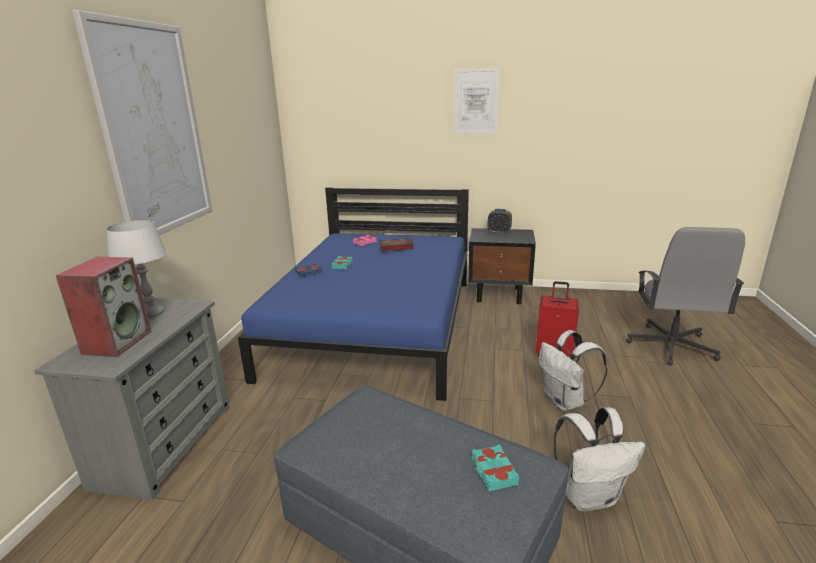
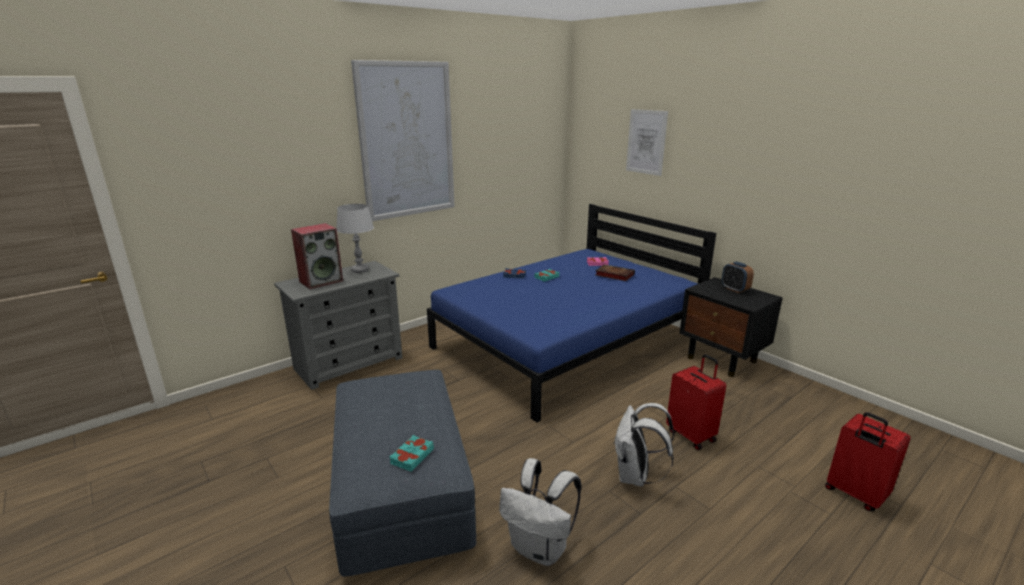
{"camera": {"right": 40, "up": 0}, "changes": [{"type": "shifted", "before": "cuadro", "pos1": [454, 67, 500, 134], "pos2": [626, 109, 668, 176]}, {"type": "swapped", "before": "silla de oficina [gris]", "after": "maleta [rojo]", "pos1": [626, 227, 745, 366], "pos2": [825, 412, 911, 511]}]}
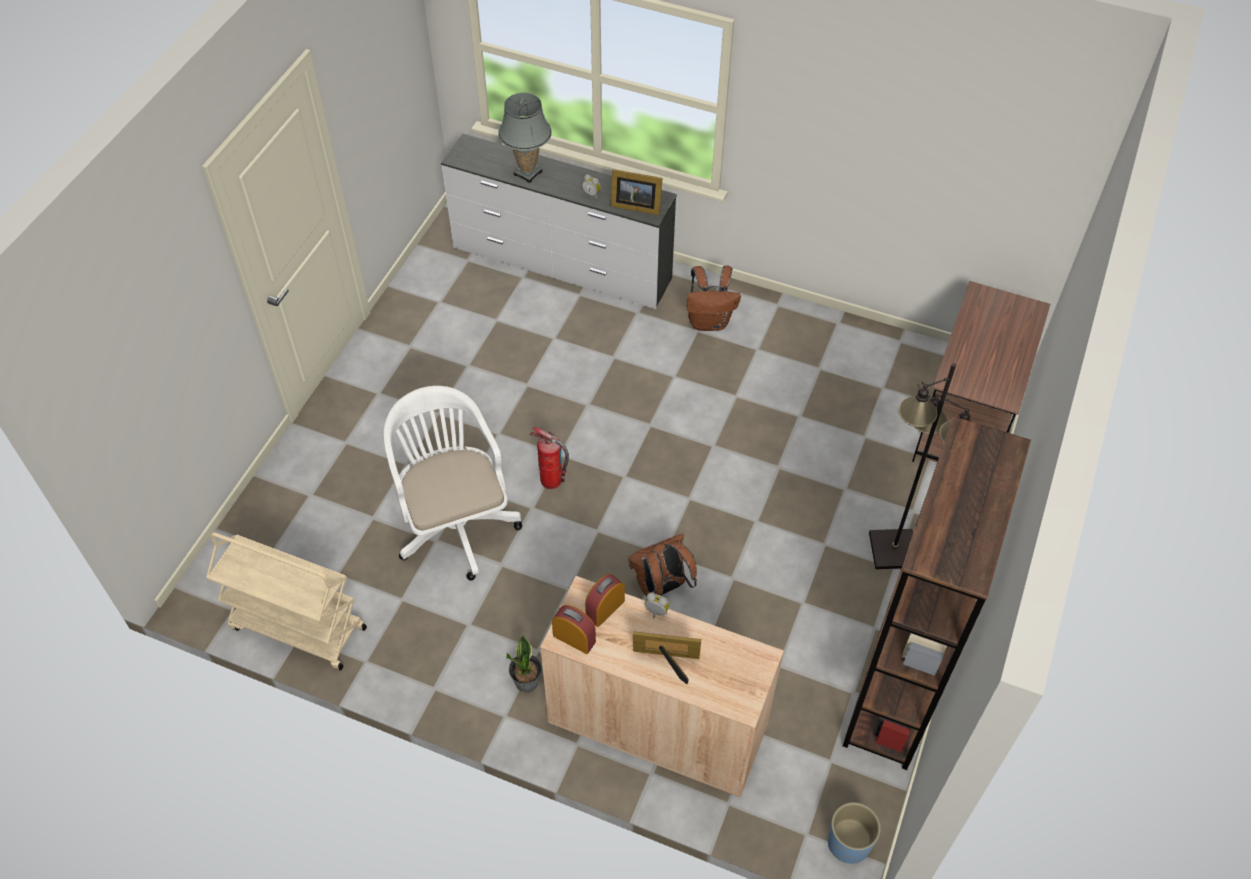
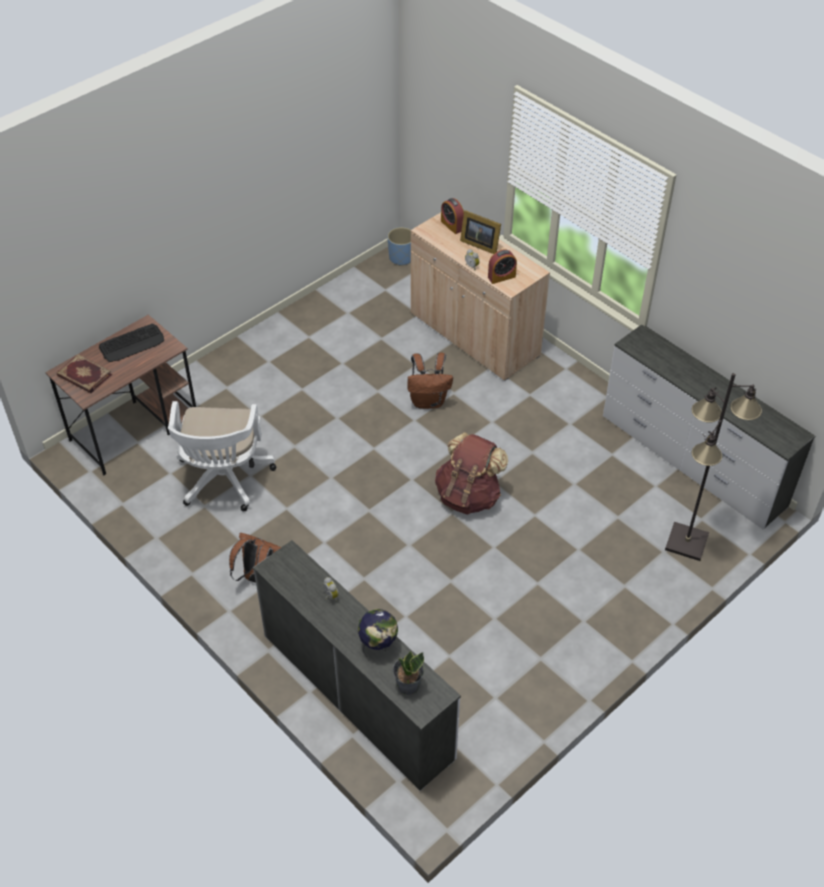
{"camera": {"right": -155, "up": -5}, "changes": [{"type": "swapped", "before": "carrito [beis]", "after": "cómoda [blanco]", "pos1": [206, 532, 367, 670], "pos2": [603, 324, 815, 529]}, {"type": "shifted", "before": "silla de oficina [blanco]", "pos1": [384, 386, 522, 581], "pos2": [168, 401, 276, 511]}, {"type": "swapped", "before": "lámpara de mesa [gris]", "after": "globo terráqueo", "pos1": [498, 93, 552, 183], "pos2": [358, 609, 398, 657]}, {"type": "shifted", "before": "planta en maceta", "pos1": [506, 635, 542, 692], "pos2": [393, 651, 424, 695]}, {"type": "swapped", "before": "extintor", "after": "mochila [marrón]", "pos1": [530, 427, 569, 489], "pos2": [435, 432, 508, 514]}, {"type": "shifted", "before": "despertador", "pos1": [552, 605, 596, 654], "pos2": [441, 198, 464, 234]}, {"type": "gone", "before": "portarretratos", "pos1": [611, 169, 662, 215]}, {"type": "gone", "before": "estantería [marrón]", "pos1": [843, 416, 1031, 770]}, {"type": "shifted", "before": "lámpara de pie [negro]", "pos1": [869, 363, 972, 569], "pos2": [665, 373, 762, 561]}, {"type": "new", "after": "libro", "pos2": [57, 354, 112, 393]}, {"type": "new", "after": "teclado", "pos2": [99, 324, 164, 362]}]}
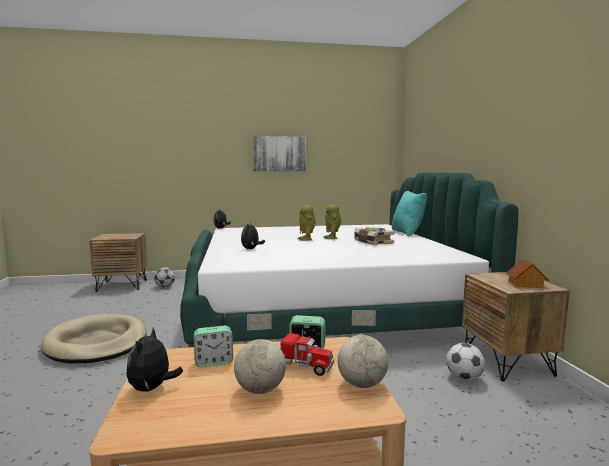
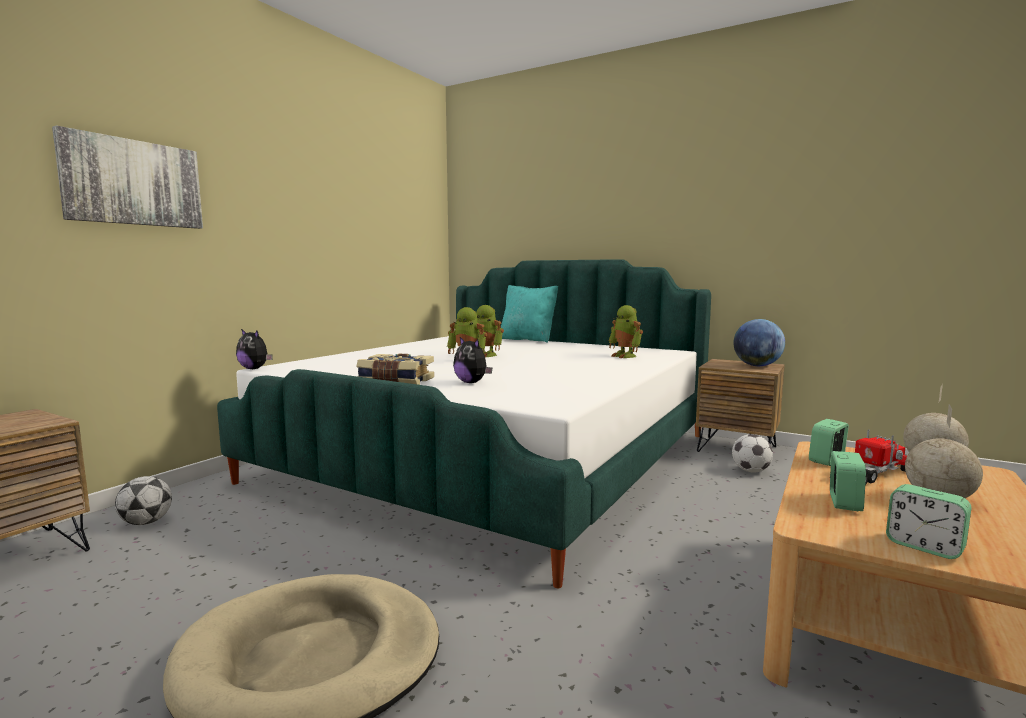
{"camera": {"right": -50, "up": 0}, "changes": [{"type": "swapped", "before": "peluche", "after": "despertador", "pos1": [126, 328, 183, 392], "pos2": [886, 484, 971, 559]}, {"type": "shifted", "before": "cuadro", "pos1": [253, 136, 306, 171], "pos2": [52, 126, 203, 229]}, {"type": "shifted", "before": "libro", "pos1": [354, 227, 395, 245], "pos2": [356, 354, 434, 385]}, {"type": "swapped", "before": "casita", "after": "globo terráqueo", "pos1": [506, 258, 549, 288], "pos2": [733, 319, 785, 366]}, {"type": "new", "after": "robot de juguete", "pos2": [609, 305, 643, 358]}]}
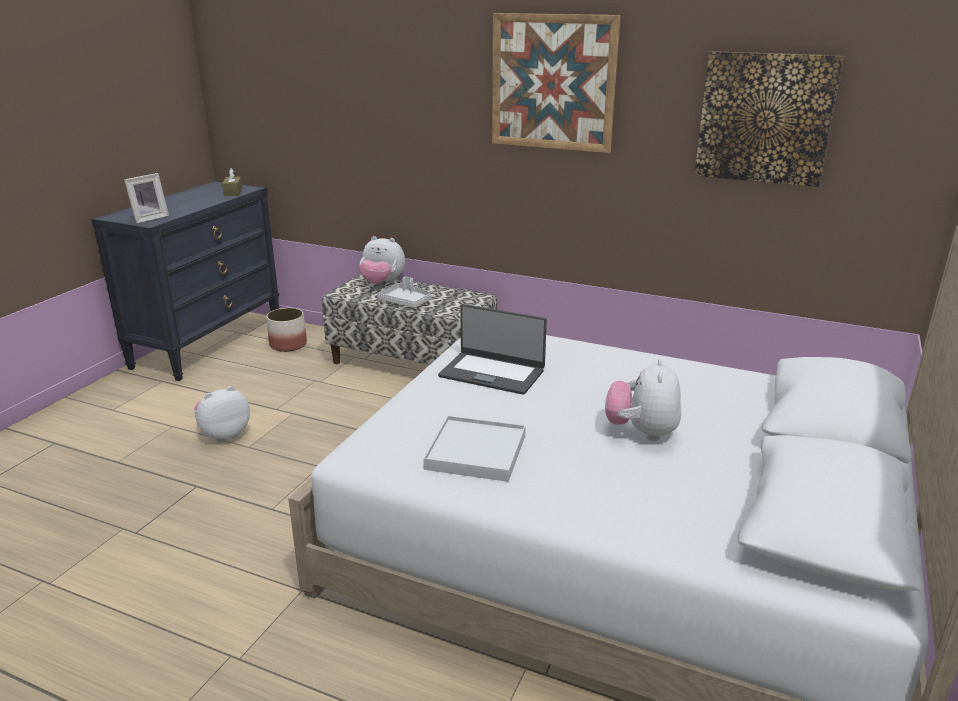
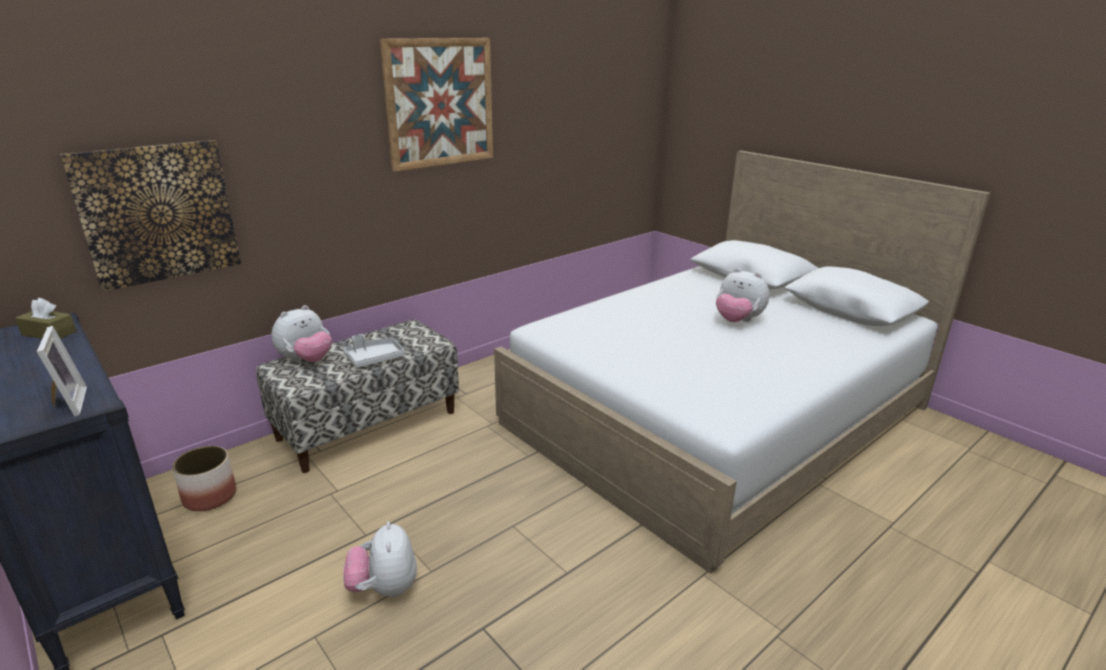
{"camera": {"right": -65, "up": 0}, "changes": [{"type": "gone", "before": "bandeja [blanco]", "pos1": [423, 416, 526, 482]}, {"type": "gone", "before": "portátil", "pos1": [438, 304, 547, 395]}, {"type": "shifted", "before": "cuadro", "pos1": [694, 51, 844, 187], "pos2": [60, 140, 241, 292]}]}
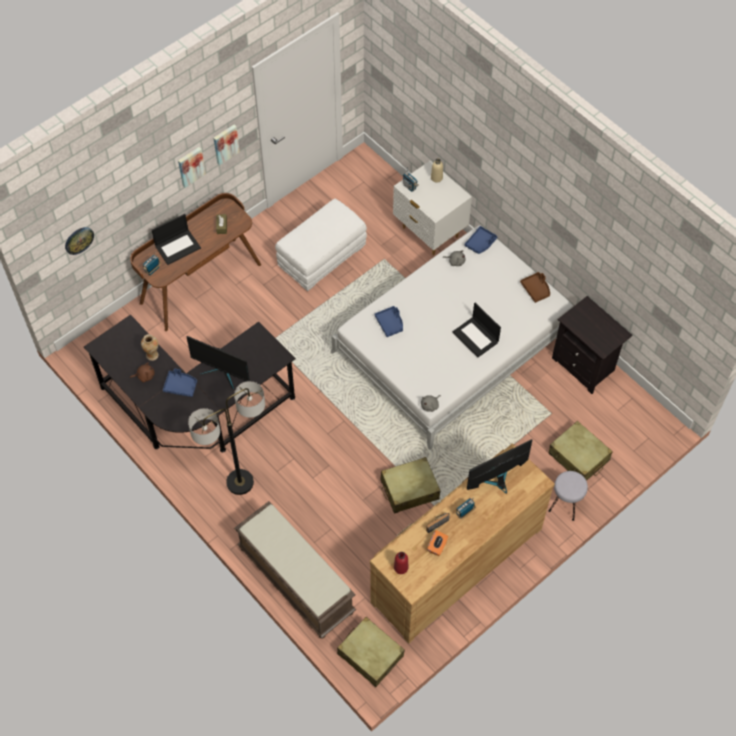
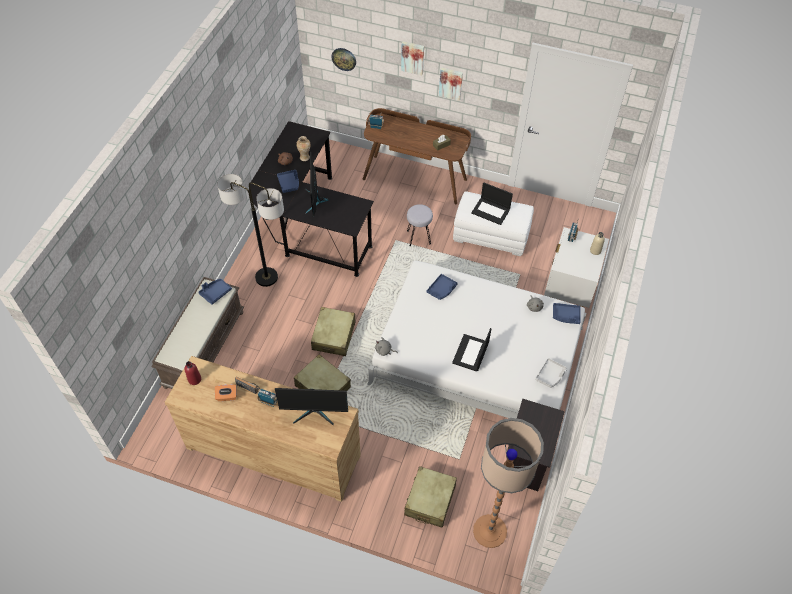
{"camera": {"right": 60, "up": -5}, "changes": [{"type": "shifted", "before": "portátil", "pos1": [152, 214, 201, 265], "pos2": [471, 182, 513, 225]}, {"type": "shifted", "before": "cuadro", "pos1": [214, 125, 240, 165], "pos2": [401, 41, 424, 76]}, {"type": "shifted", "before": "maleta [beis]", "pos1": [337, 617, 405, 687], "pos2": [311, 307, 356, 356]}, {"type": "rotated", "before": "monitor", "pos1": [467, 439, 532, 494], "pos2": [275, 388, 348, 425], "turn": 150}, {"type": "repainted", "before": "bandeja [marrón]", "after": "bandeja [gris]", "pos1": [520, 272, 550, 303], "pos2": [535, 358, 567, 388]}, {"type": "shifted", "before": "taburete [gris]", "pos1": [548, 471, 588, 521], "pos2": [407, 204, 433, 246]}, {"type": "new", "after": "bandeja [azul]", "pos2": [198, 279, 232, 305]}, {"type": "new", "after": "lámpara de pie", "pos2": [473, 418, 544, 548]}]}
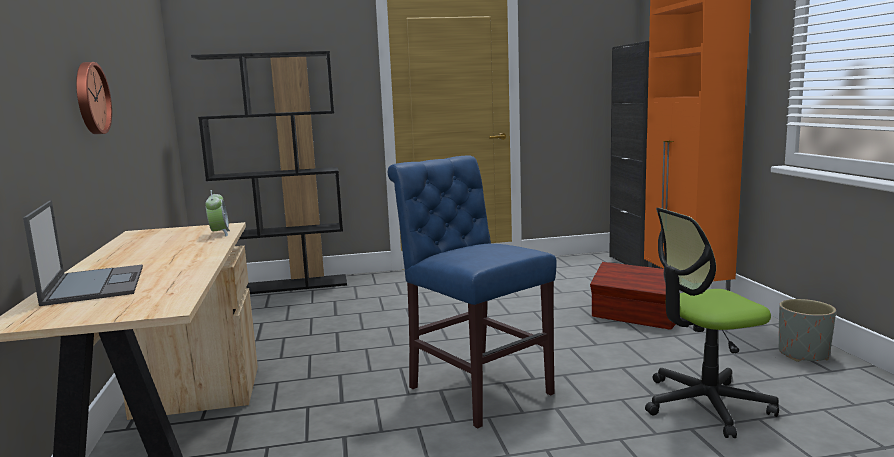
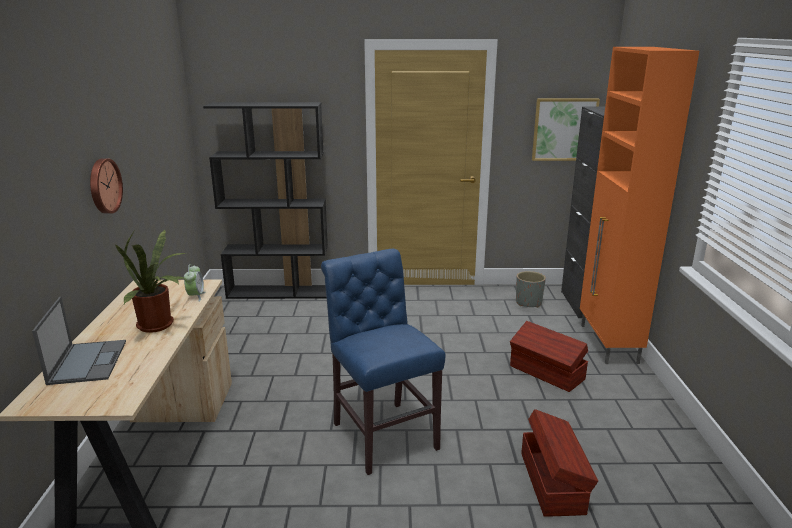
{"camera": {"right": 10, "up": 10}, "changes": [{"type": "swapped", "before": "silla de oficina", "after": "caja de almacenaje [marrón]", "pos1": [645, 208, 779, 438], "pos2": [521, 409, 598, 517]}, {"type": "shifted", "before": "maceta [gris]", "pos1": [779, 299, 836, 362], "pos2": [516, 271, 546, 308]}, {"type": "new", "after": "planta en maceta", "pos2": [115, 229, 186, 333]}, {"type": "new", "after": "cuadro", "pos2": [532, 99, 600, 161]}]}
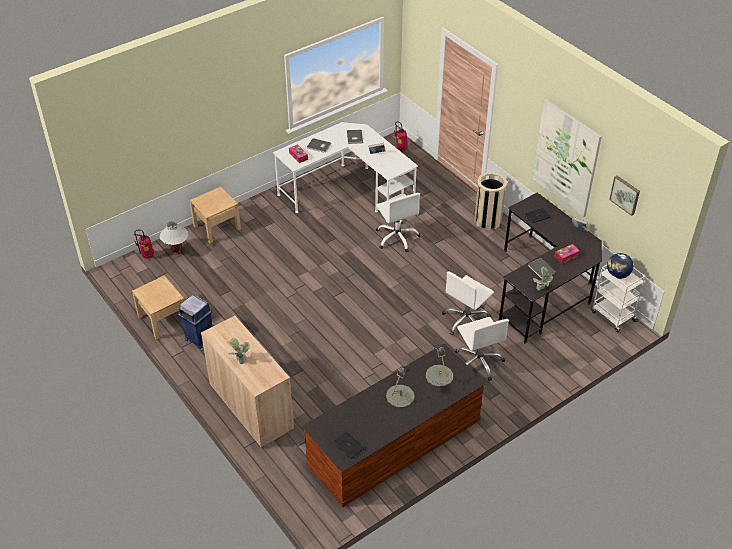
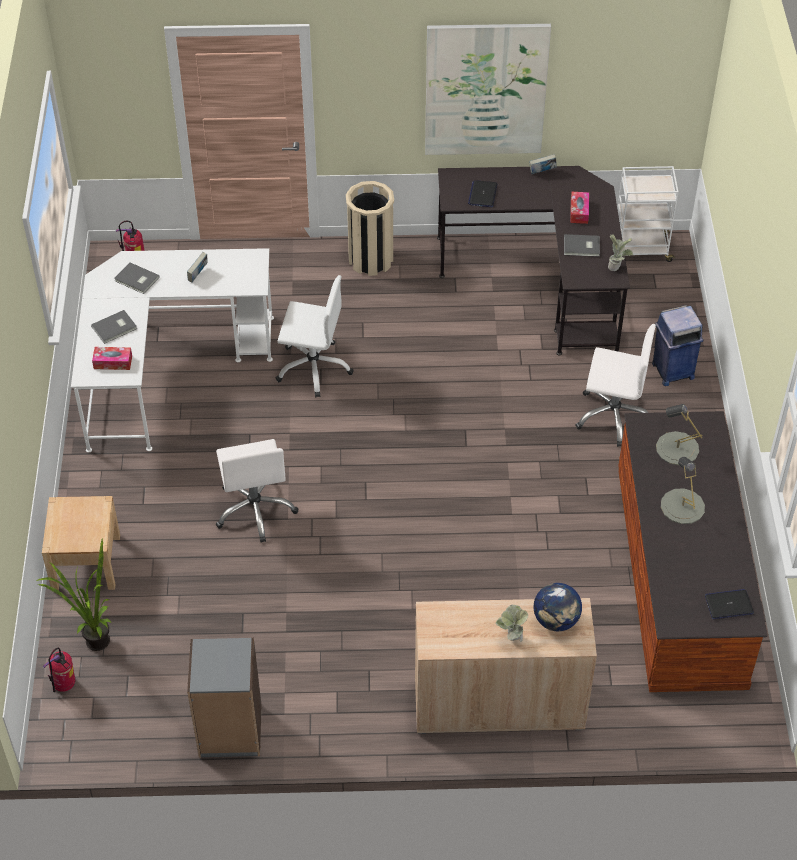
{"camera": {"right": -55, "up": 5}, "changes": [{"type": "swapped", "before": "mesita de noche [beis]", "after": "estantería [gris]", "pos1": [132, 275, 184, 340], "pos2": [187, 638, 262, 758]}, {"type": "swapped", "before": "lámpara de mesa [blanco]", "after": "planta en maceta", "pos1": [159, 221, 189, 254], "pos2": [36, 537, 111, 651]}, {"type": "shifted", "before": "papelera [azul]", "pos1": [178, 295, 212, 349], "pos2": [652, 305, 704, 386]}, {"type": "shifted", "before": "silla de oficina [blanco]", "pos1": [442, 271, 494, 335], "pos2": [216, 439, 299, 543]}, {"type": "shifted", "before": "globo terráqueo", "pos1": [607, 253, 633, 279], "pos2": [534, 583, 582, 631]}, {"type": "gone", "before": "cuadro", "pos1": [609, 176, 640, 216]}]}
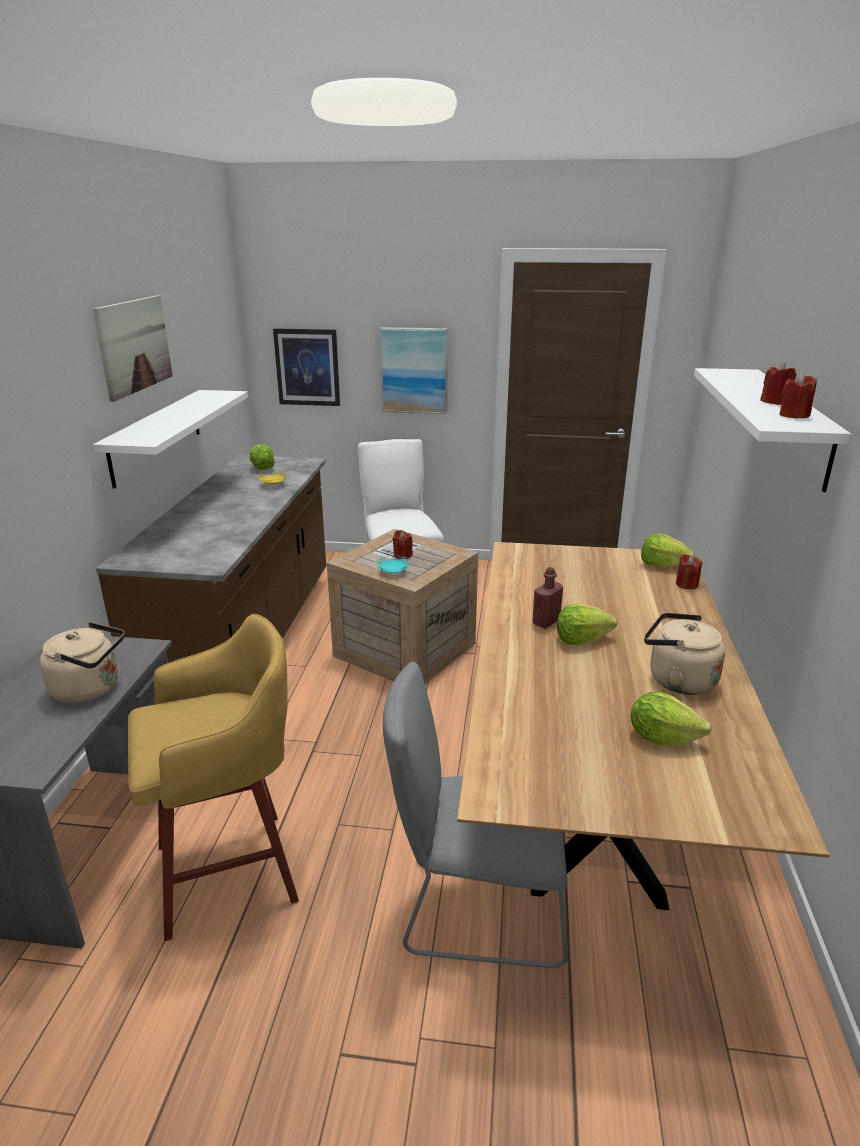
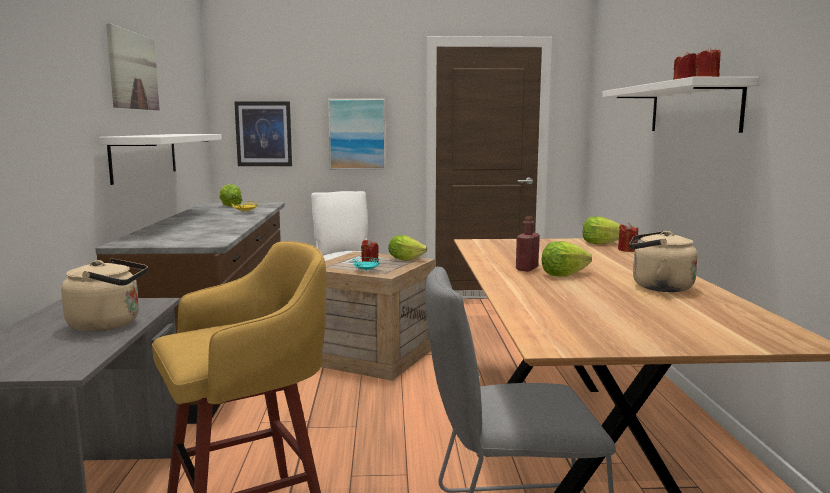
{"camera": {"right": -10, "up": -15}, "changes": [{"type": "shifted", "before": "lechuga", "pos1": [631, 692, 712, 746], "pos2": [389, 235, 427, 261]}]}
